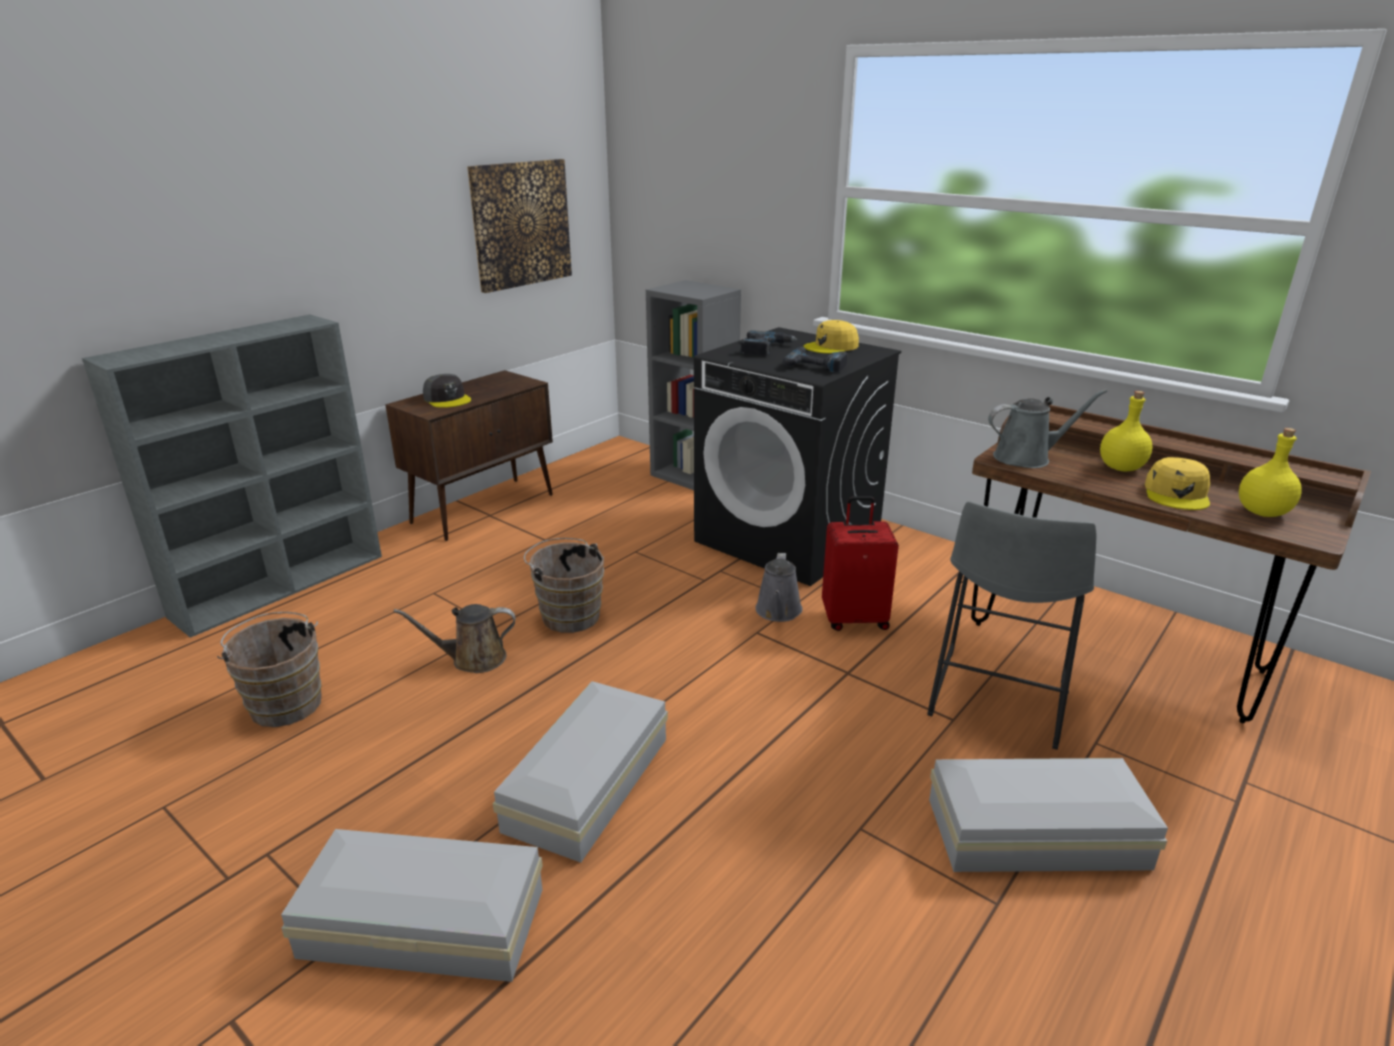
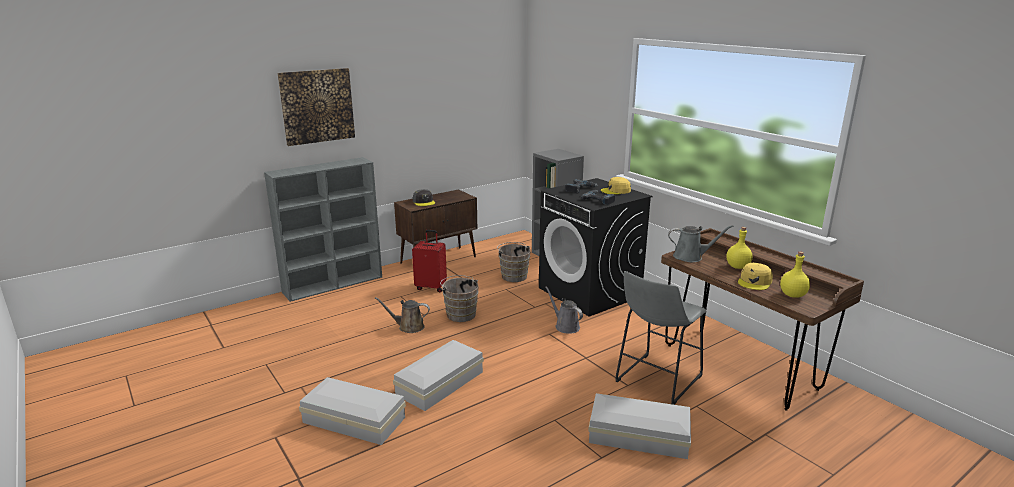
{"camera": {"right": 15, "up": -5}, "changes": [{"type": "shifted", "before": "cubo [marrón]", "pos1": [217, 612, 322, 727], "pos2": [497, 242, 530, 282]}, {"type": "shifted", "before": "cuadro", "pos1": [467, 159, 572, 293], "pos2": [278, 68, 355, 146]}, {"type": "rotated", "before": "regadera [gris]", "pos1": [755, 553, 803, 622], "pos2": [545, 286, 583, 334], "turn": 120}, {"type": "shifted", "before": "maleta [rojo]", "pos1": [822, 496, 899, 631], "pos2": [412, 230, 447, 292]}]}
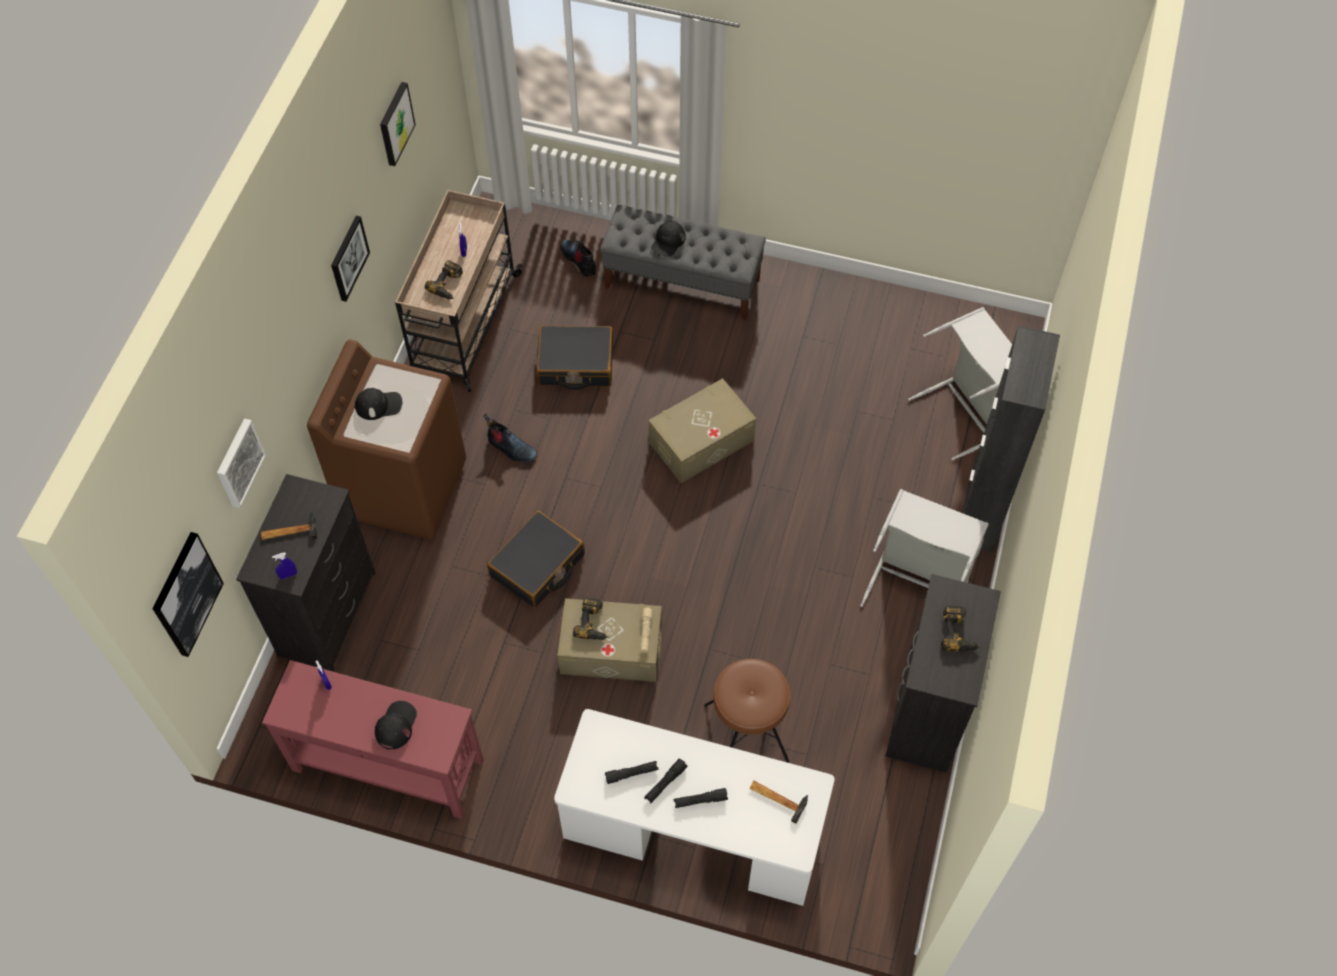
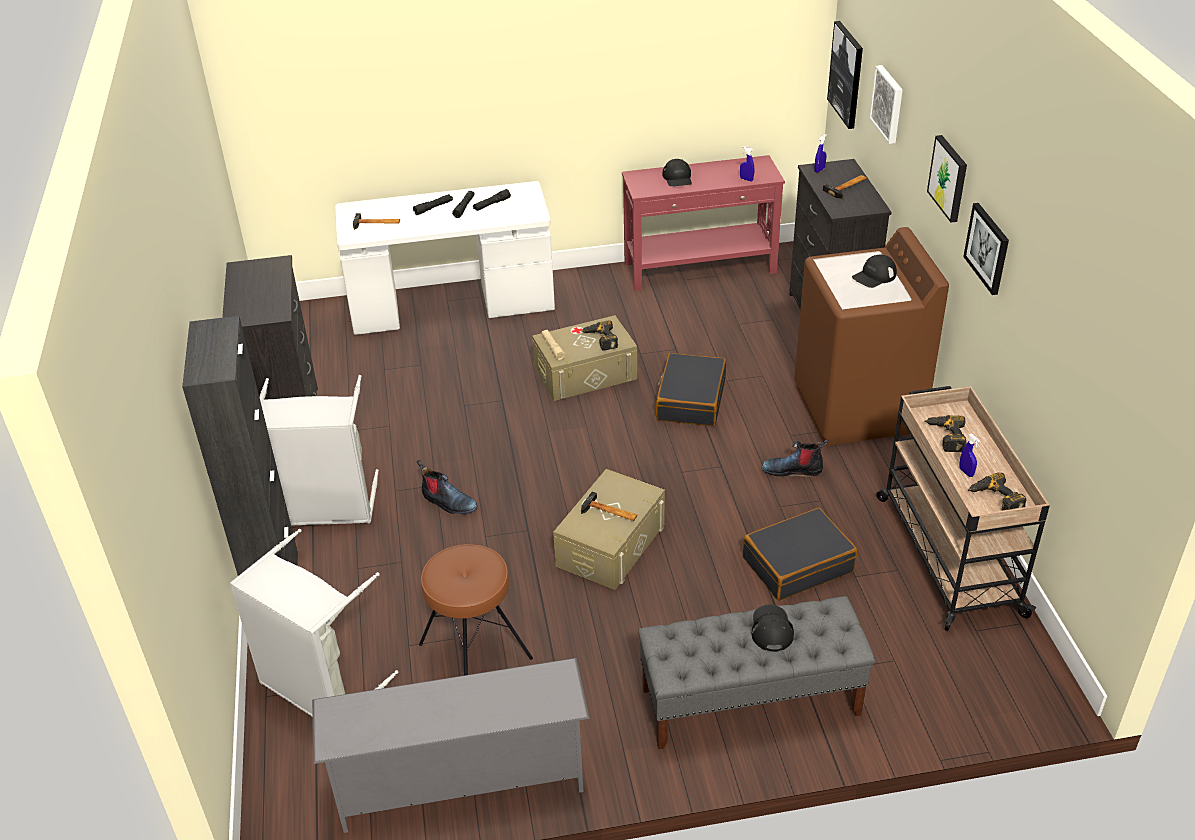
{"camera": {"right": 155, "up": -20}, "changes": [{"type": "shifted", "before": "cuadro", "pos1": [380, 82, 416, 166], "pos2": [927, 135, 967, 222]}, {"type": "shifted", "before": "bota", "pos1": [560, 240, 596, 277], "pos2": [417, 460, 478, 515]}, {"type": "shifted", "before": "taburete [marrón]", "pos1": [704, 659, 790, 763], "pos2": [419, 544, 533, 675]}, {"type": "shifted", "before": "taladro", "pos1": [941, 606, 981, 652], "pos2": [968, 473, 1027, 510]}, {"type": "new", "after": "zapatero [gris]", "pos2": [312, 658, 590, 833]}, {"type": "new", "after": "martillo", "pos2": [581, 492, 637, 521]}]}
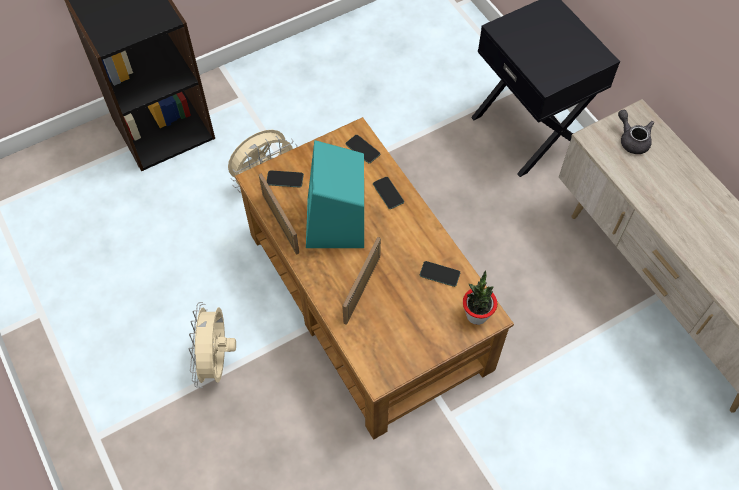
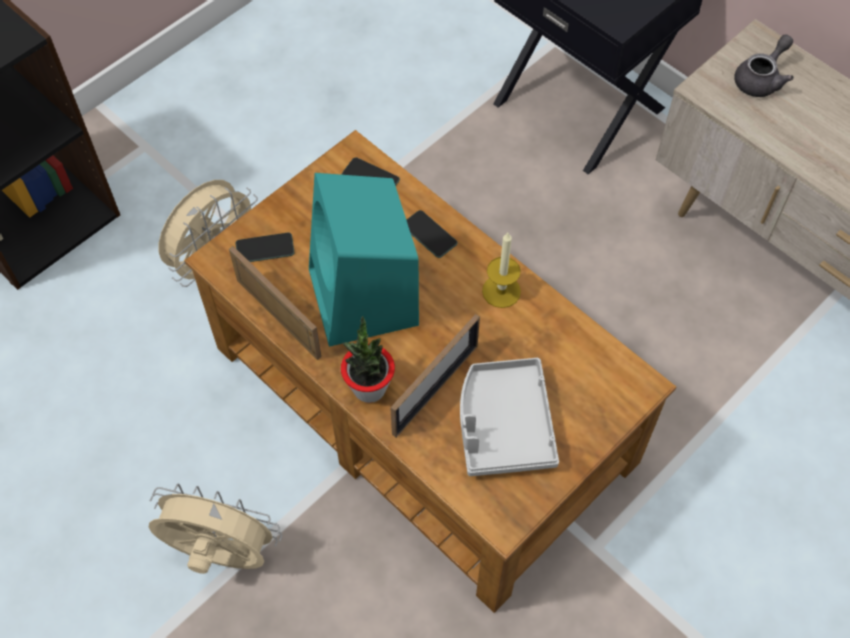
{"camera": {"right": -15, "up": 0}, "changes": [{"type": "rotated", "before": "ventilador [beis]", "pos1": [189, 302, 236, 388], "pos2": [149, 484, 282, 574], "turn": 120}, {"type": "rotated", "before": "portarretratos", "pos1": [342, 237, 381, 325], "pos2": [390, 314, 480, 438], "turn": -150}, {"type": "gone", "before": "móvil", "pos1": [420, 261, 460, 287]}, {"type": "shifted", "before": "planta en maceta", "pos1": [463, 270, 497, 325], "pos2": [341, 316, 395, 403]}, {"type": "rotated", "before": "tetera [gris]", "pos1": [618, 110, 654, 154], "pos2": [734, 34, 794, 97], "turn": 90}, {"type": "new", "after": "bandeja [gris]", "pos2": [460, 358, 559, 476]}, {"type": "new", "after": "vela", "pos2": [482, 233, 521, 308]}]}
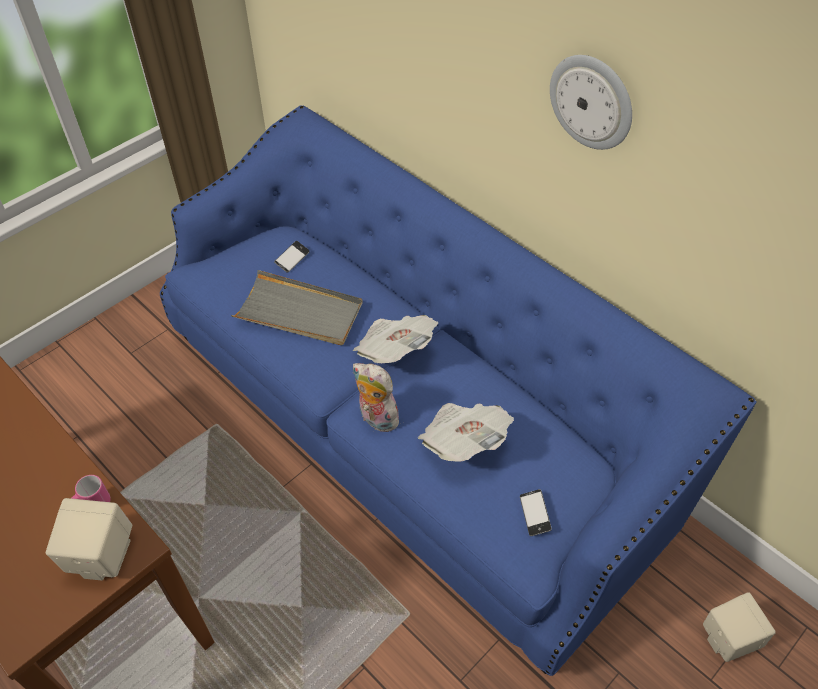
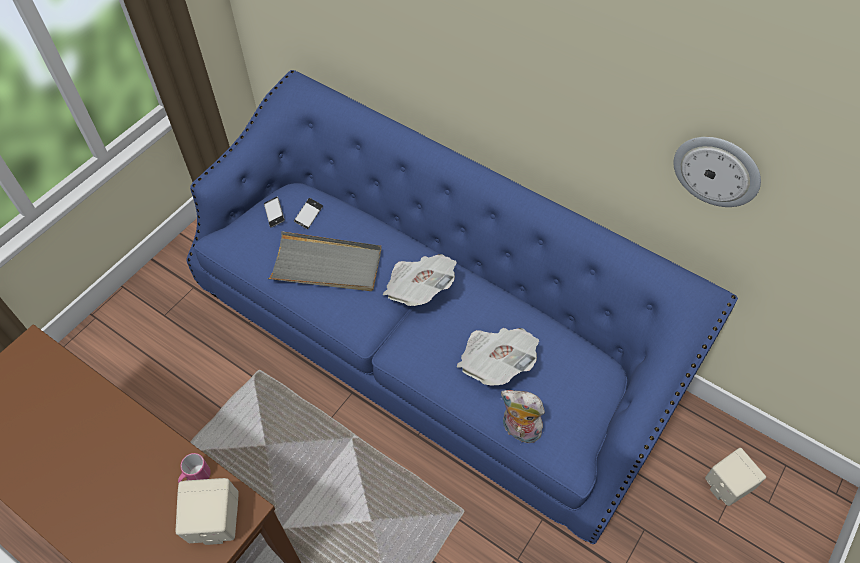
{"camera": {"right": -10, "up": 5}, "changes": [{"type": "shifted", "before": "peluche", "pos1": [353, 363, 401, 432], "pos2": [501, 390, 545, 445]}, {"type": "shifted", "before": "móvil", "pos1": [520, 489, 552, 536], "pos2": [264, 197, 285, 228]}, {"type": "shifted", "before": "reloj de pared", "pos1": [550, 55, 632, 150], "pos2": [673, 137, 761, 207]}]}
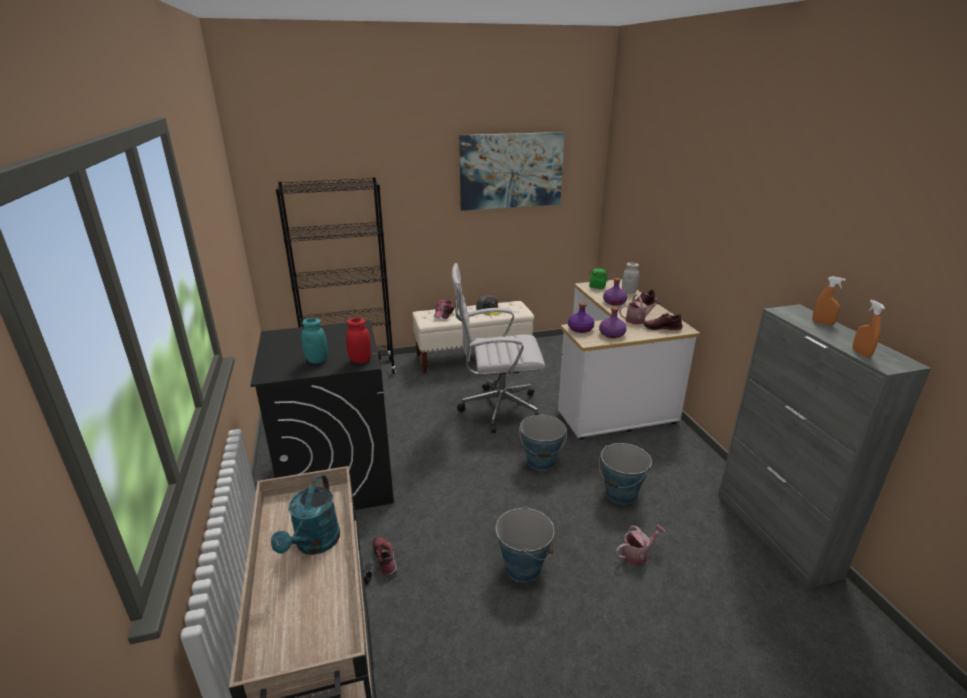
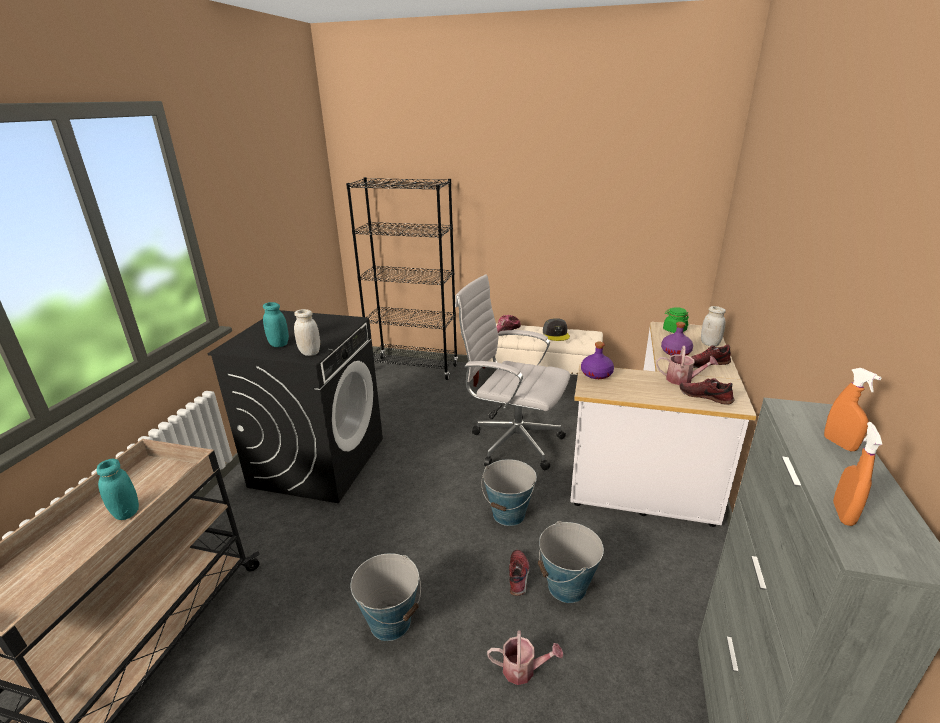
{"camera": {"right": 30, "up": 0}, "changes": [{"type": "swapped", "before": "regadera [turquesa]", "after": "tarro [turquesa]", "pos1": [271, 475, 340, 555], "pos2": [97, 459, 139, 520]}, {"type": "repainted", "before": "tarro [rojo]", "after": "tarro [blanco]", "pos1": [346, 318, 371, 363], "pos2": [294, 309, 320, 356]}, {"type": "shifted", "before": "zapato", "pos1": [373, 537, 397, 576], "pos2": [509, 550, 530, 596]}, {"type": "gone", "before": "cuadro", "pos1": [459, 132, 565, 211]}, {"type": "gone", "before": "botella [morado]", "pos1": [599, 307, 627, 338]}]}
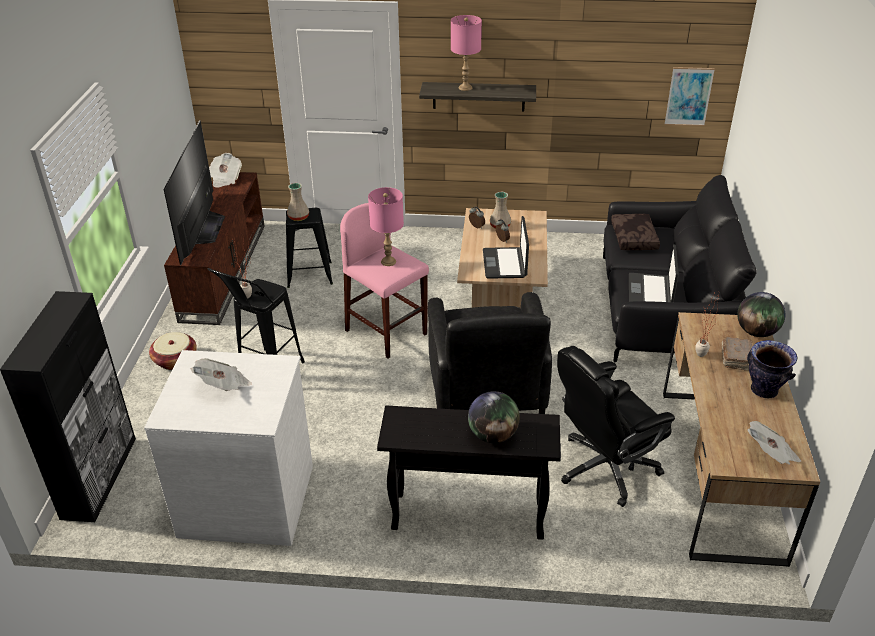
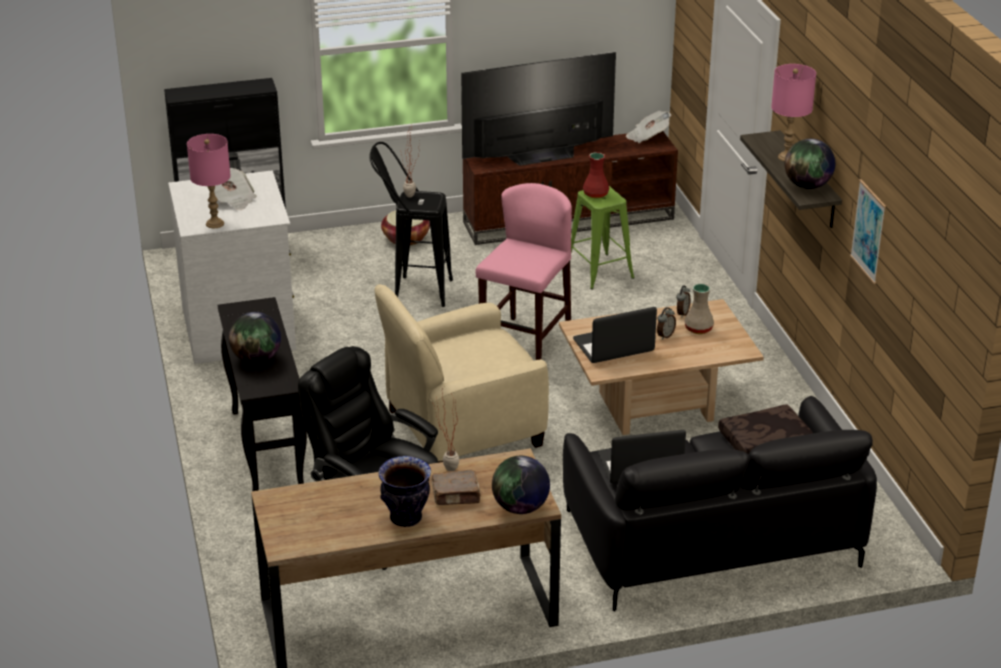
{"camera": {"right": 70, "up": -5}, "changes": [{"type": "repainted", "before": "taburete [negro]", "after": "taburete [verde]", "pos1": [286, 208, 333, 288], "pos2": [571, 186, 635, 290]}, {"type": "repainted", "before": "florero [beis]", "after": "florero [rojo]", "pos1": [287, 183, 309, 221], "pos2": [583, 152, 609, 199]}, {"type": "shifted", "before": "lámpara de mesa [rosa]", "pos1": [368, 187, 404, 266], "pos2": [187, 134, 231, 228]}, {"type": "repainted", "before": "sillón [negro]", "after": "sillón [beis]", "pos1": [428, 292, 552, 414], "pos2": [374, 284, 549, 463]}, {"type": "shifted", "before": "cuadro", "pos1": [664, 67, 715, 126], "pos2": [850, 179, 886, 284]}, {"type": "gone", "before": "periódico", "pos1": [747, 421, 801, 465]}, {"type": "new", "after": "globo terráqueo", "pos2": [785, 139, 835, 189]}]}
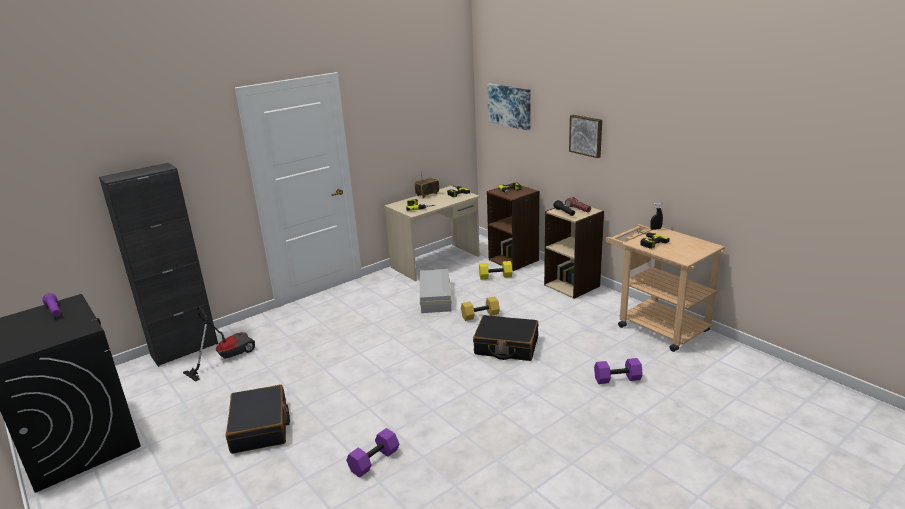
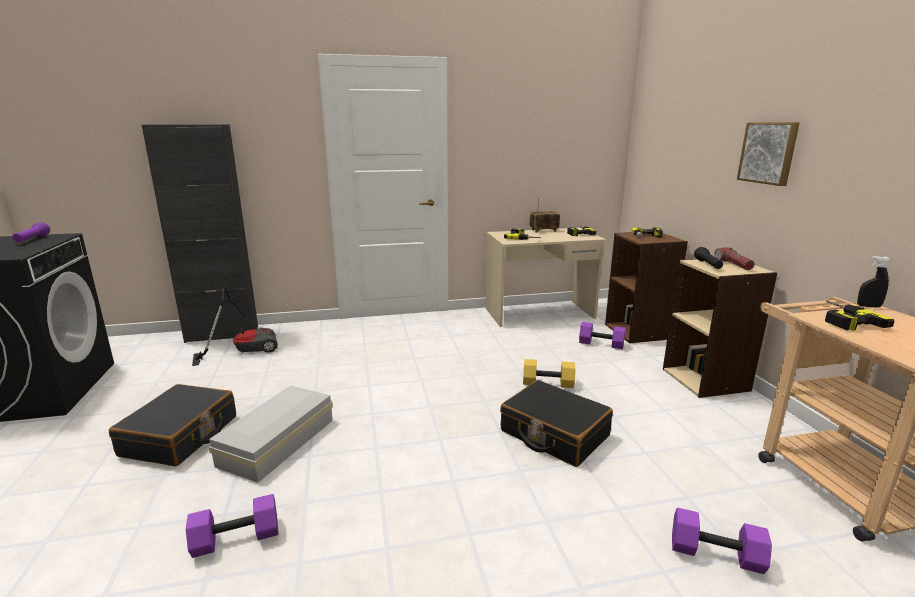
{"camera": {"right": 25, "up": -5}, "changes": [{"type": "shifted", "before": "caja de almacenaje [blanco]", "pos1": [420, 269, 452, 313], "pos2": [209, 386, 333, 483]}, {"type": "repainted", "before": "mancuerna [amarillo]", "after": "mancuerna [morado]", "pos1": [479, 261, 512, 279], "pos2": [579, 322, 626, 349]}, {"type": "gone", "before": "cuadro", "pos1": [487, 84, 531, 131]}]}
